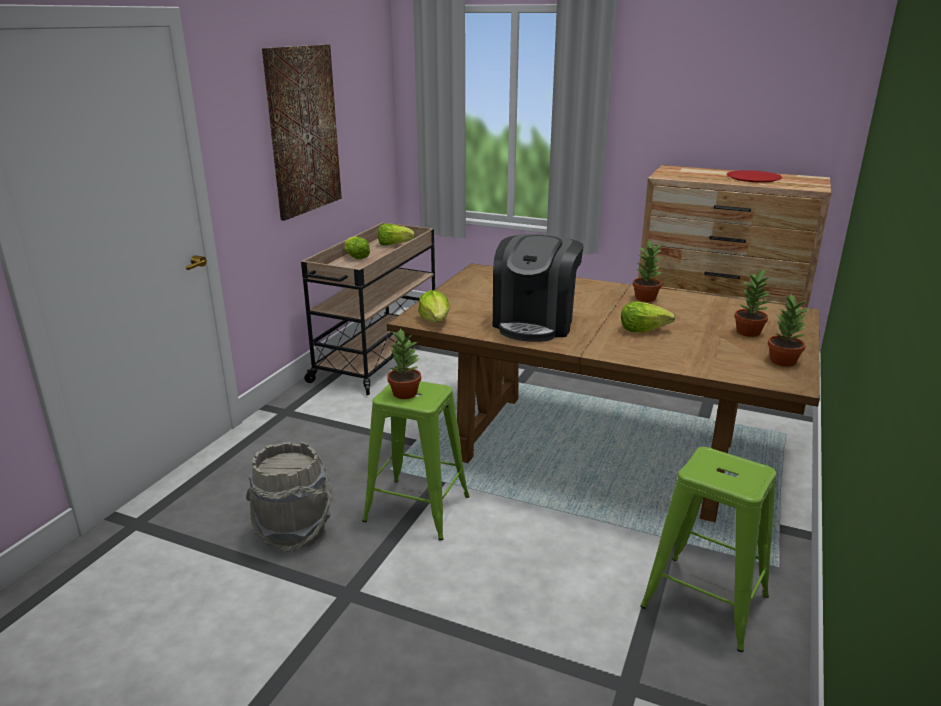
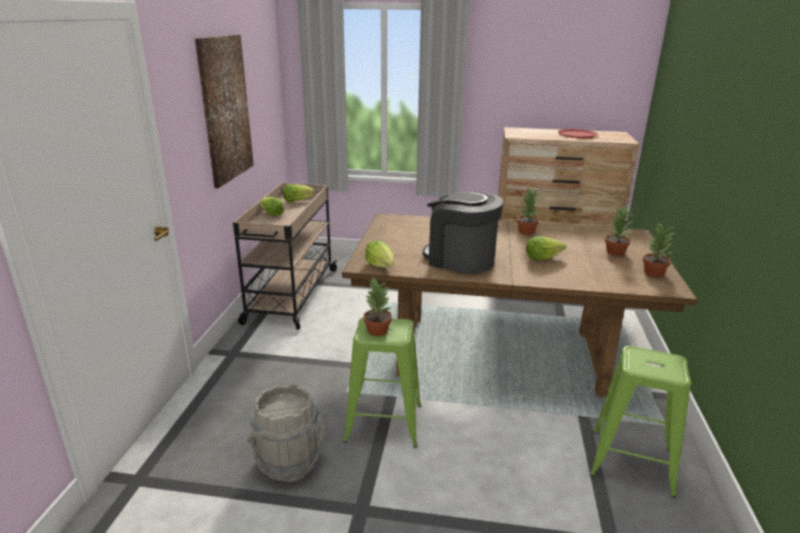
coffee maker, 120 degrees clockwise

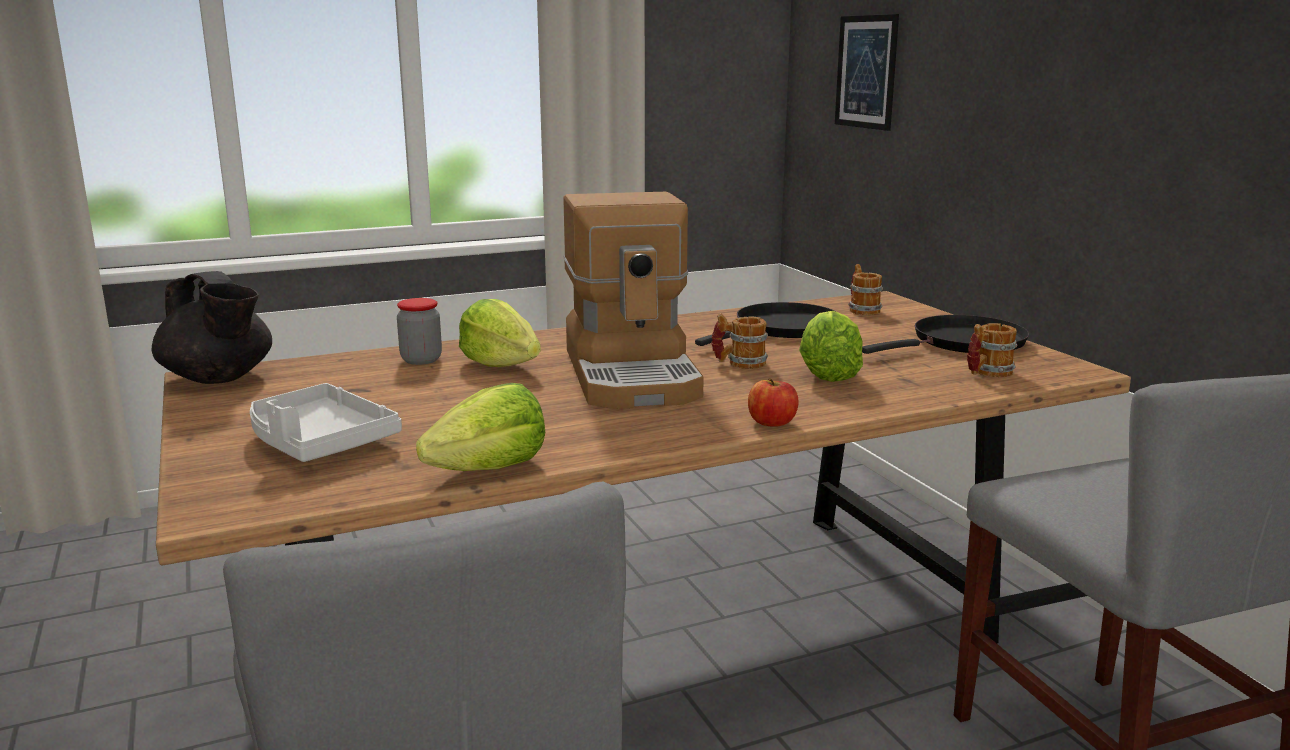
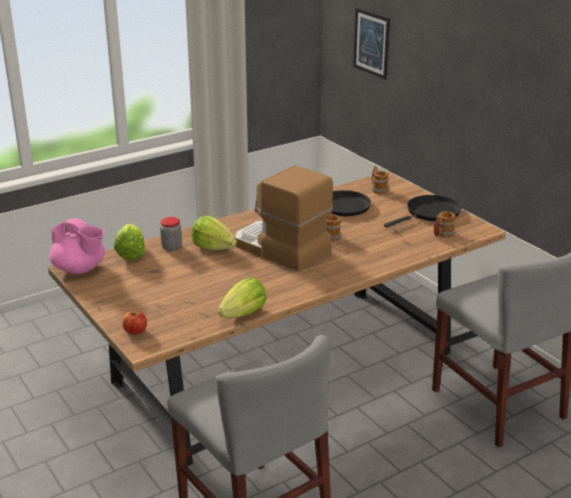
teapot (black) => teapot (pinkish)
lettuce (no. 3 from left in the first image) => lettuce (no. 1 from left), relocated
apple, relocated
coffee maker, 150 degrees clockwise
carrying tray (gray) => nothing

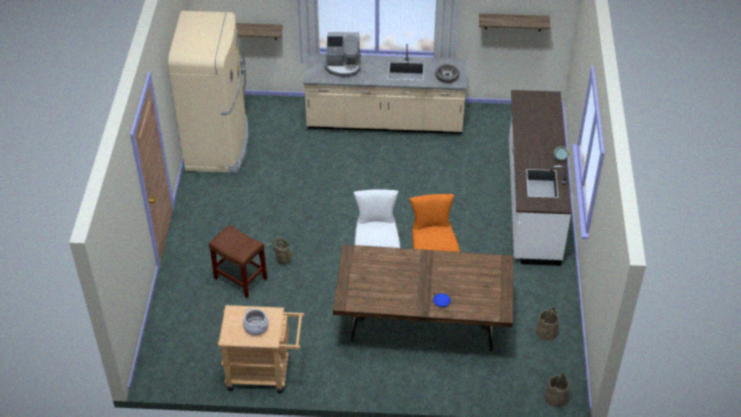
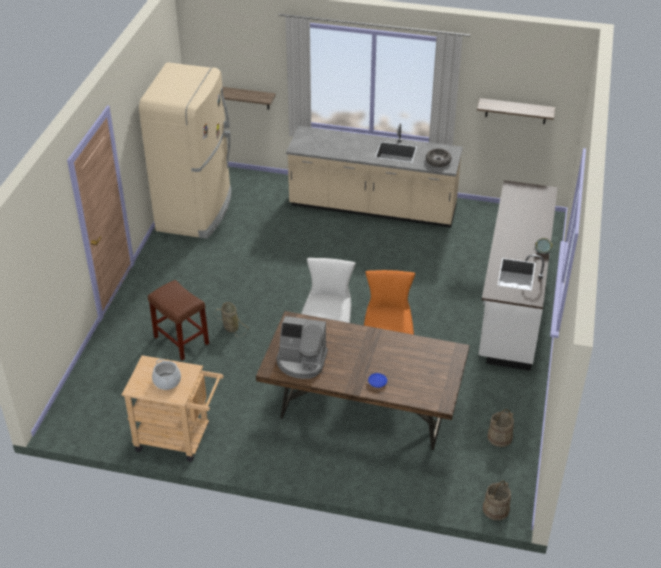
coffee maker, relocated

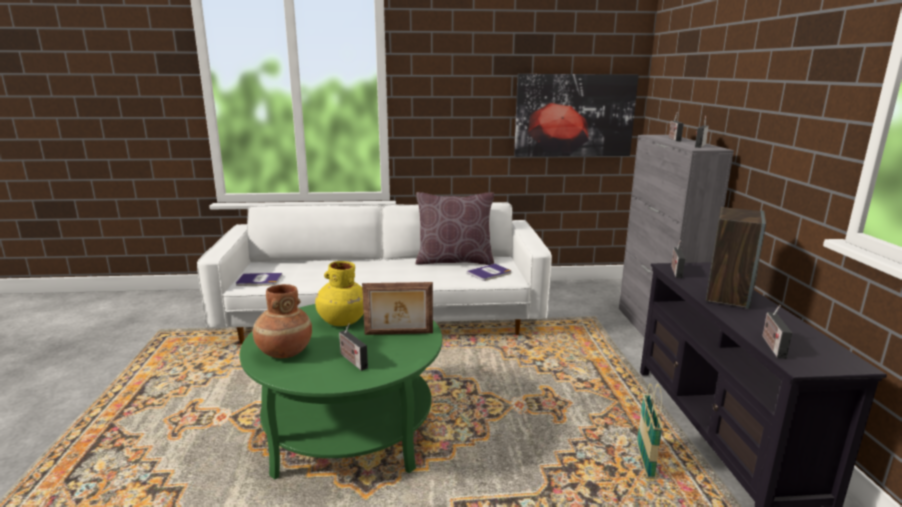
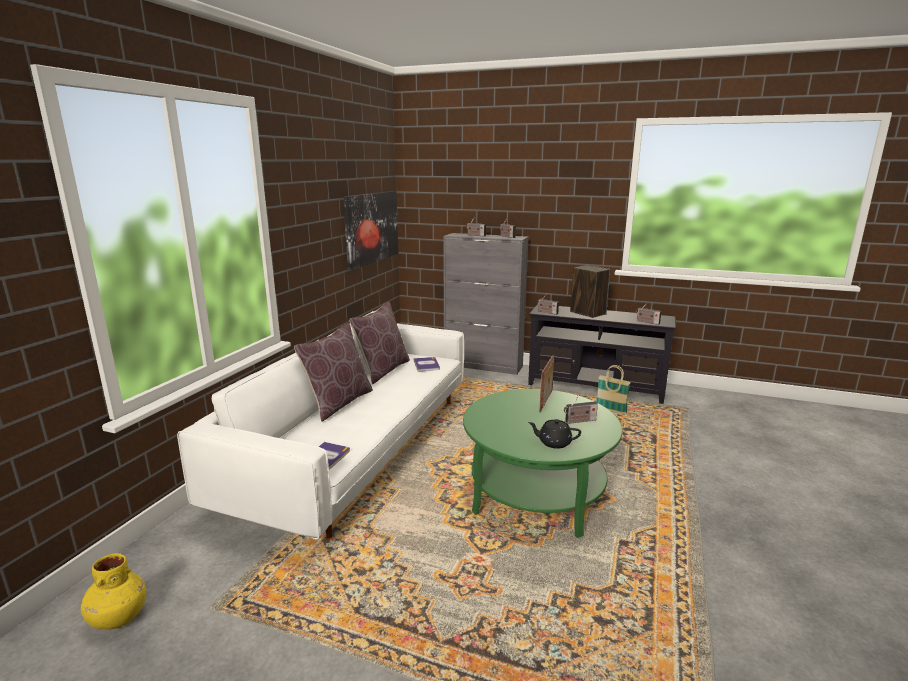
decorative vase (yellowish), relocated
nothing => throw pillow (brown-coloured) (no. 1 from left)
decorative vase (brown-coloured) => teapot (black)

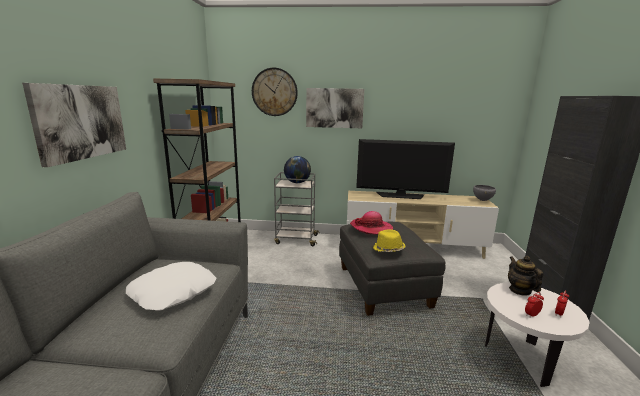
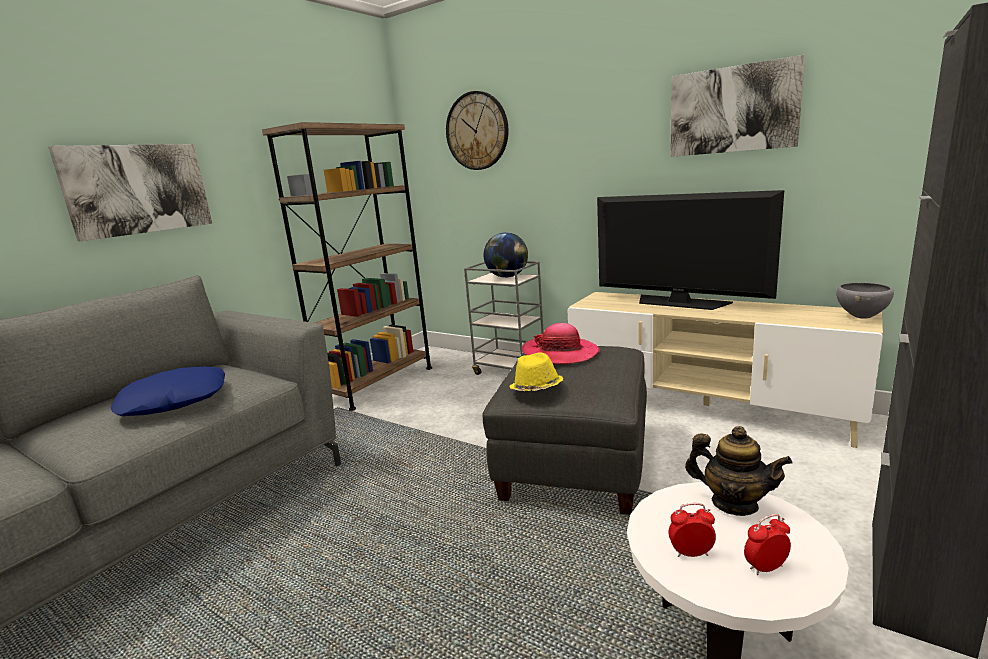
throw pillow (white) => throw pillow (blue)
wall art (no. 2 from left), relocated
teapot, 105 degrees clockwise

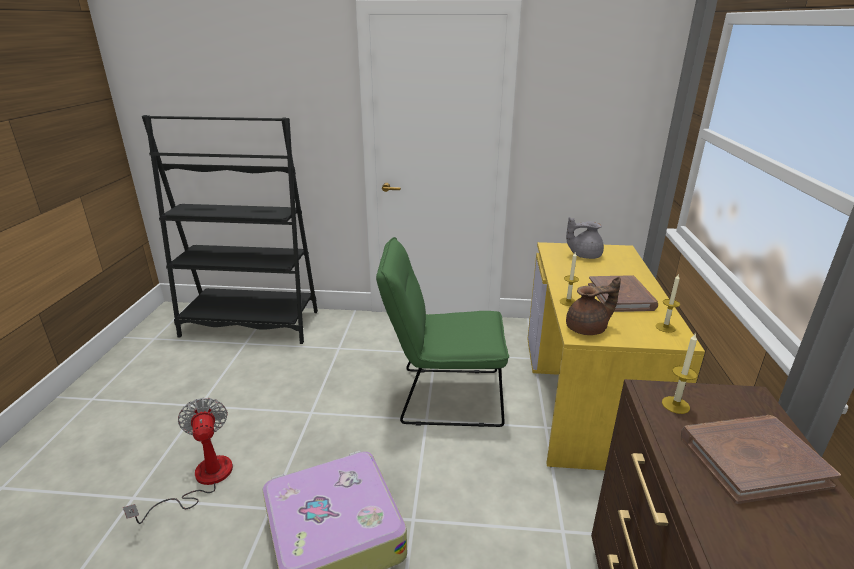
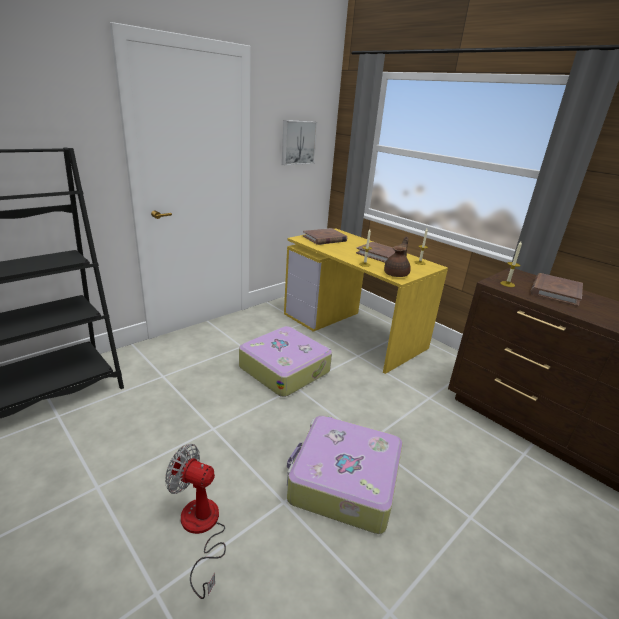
chair (greenish) => travel case (no. 1 from left)
nothing => wall art
teapot (gray) => bound book (brown-coloured) (no. 1 from left)

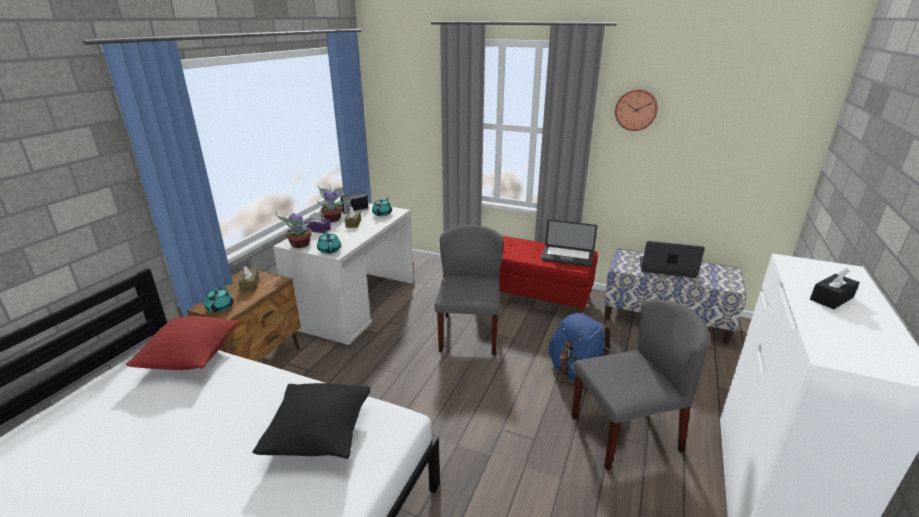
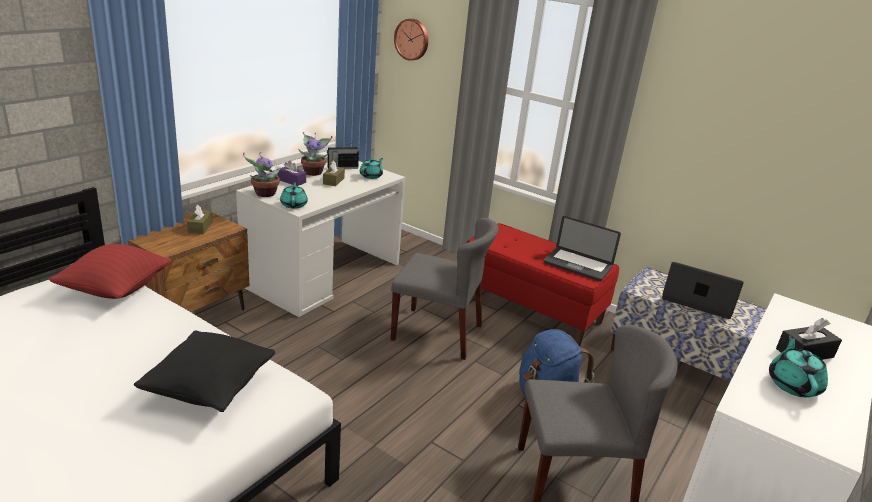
chair (gray) (no. 1 from left), 90 degrees clockwise
wall clock, relocated
teapot (blue-green) (no. 1 from left in the first image) => teapot (blue-green) (no. 3 from left), relocated

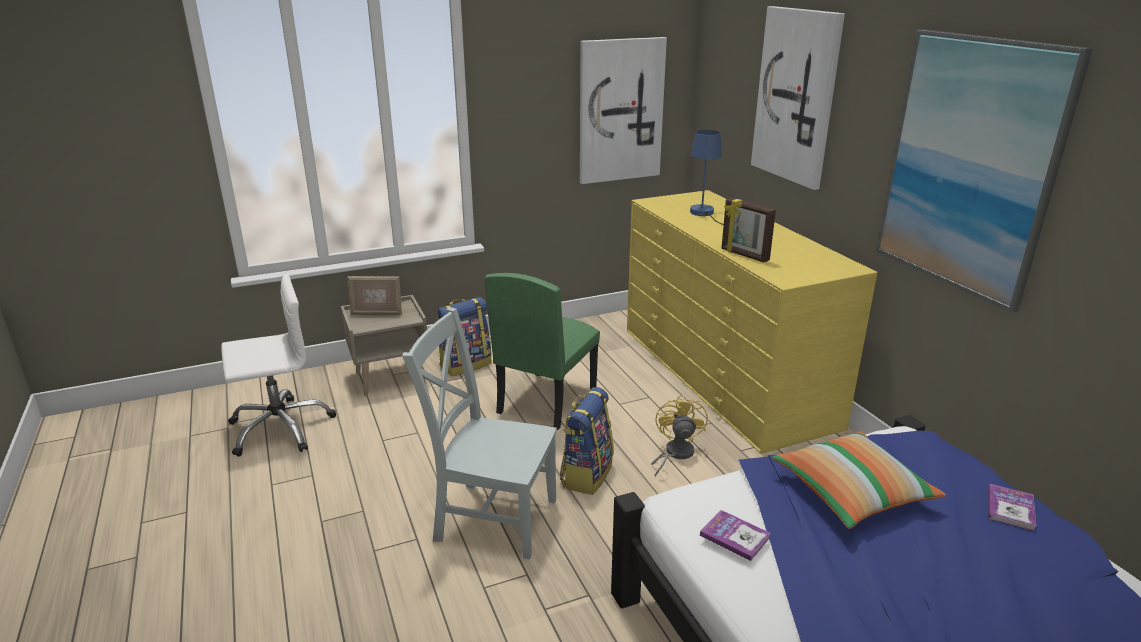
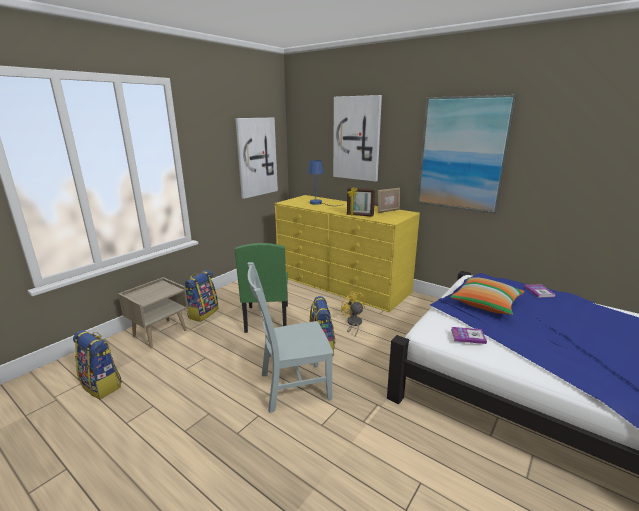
desk chair (white) => backpack (no. 1 from left)
photo frame (no. 1 from left in the first image) => photo frame (no. 2 from left), relocated

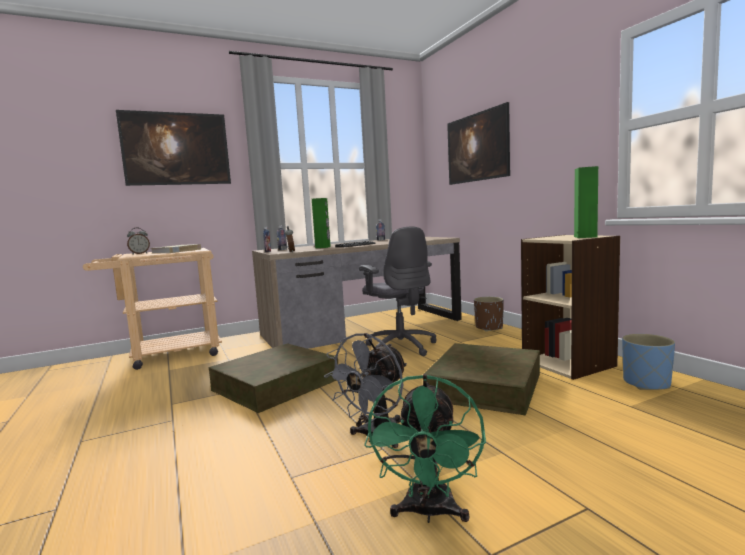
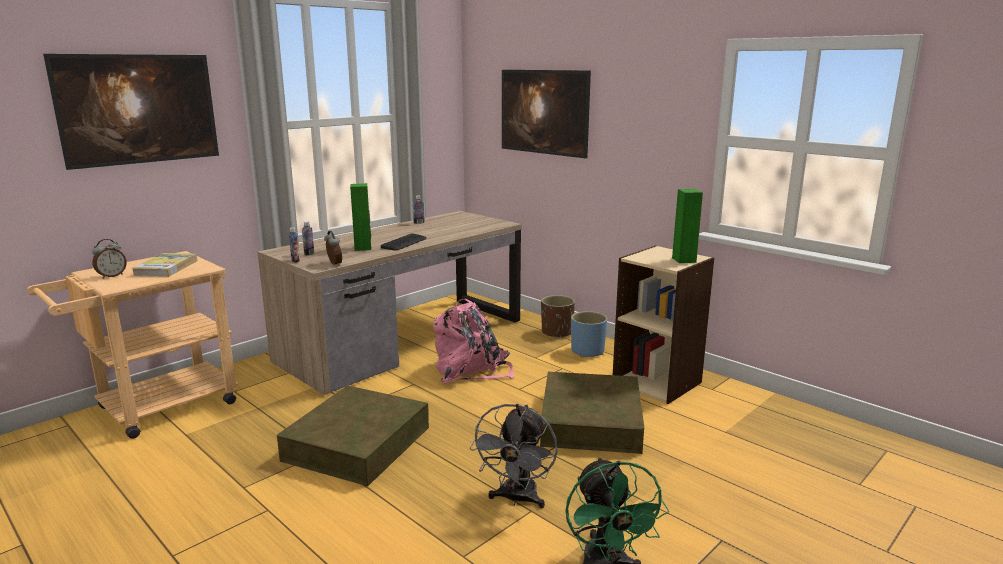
desk chair (gray) => backpack (pinkish)
planter (blue), relocated

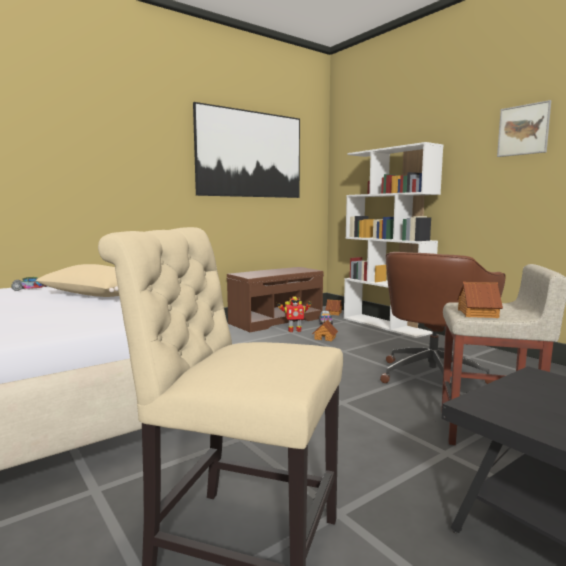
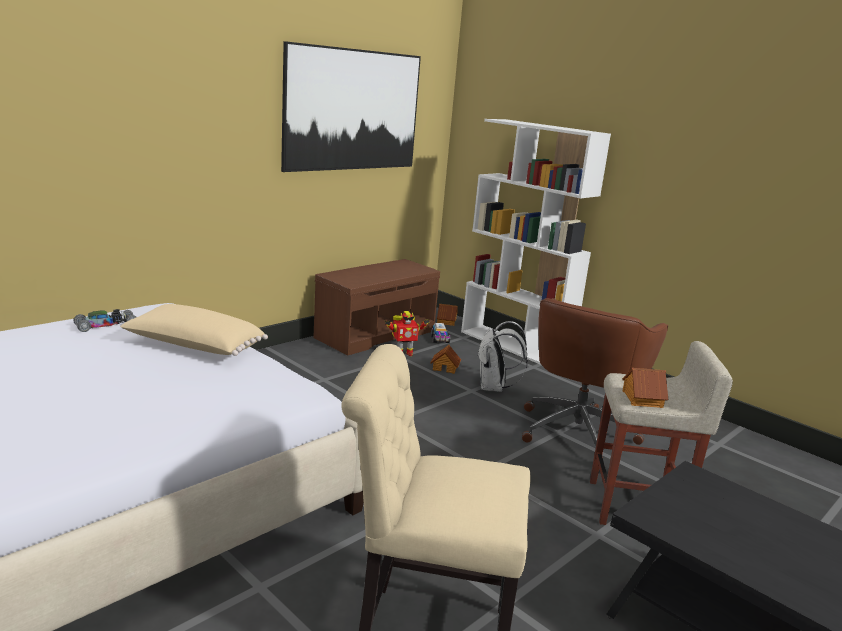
nothing => backpack (white)
wall art (no. 2 from left) => nothing

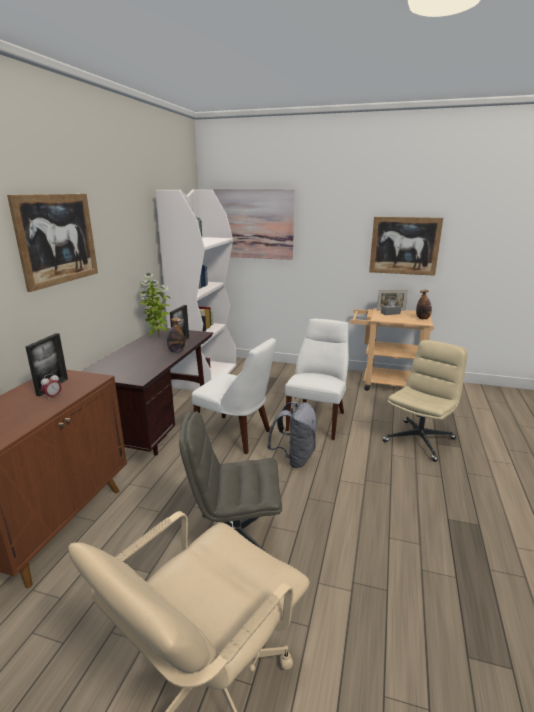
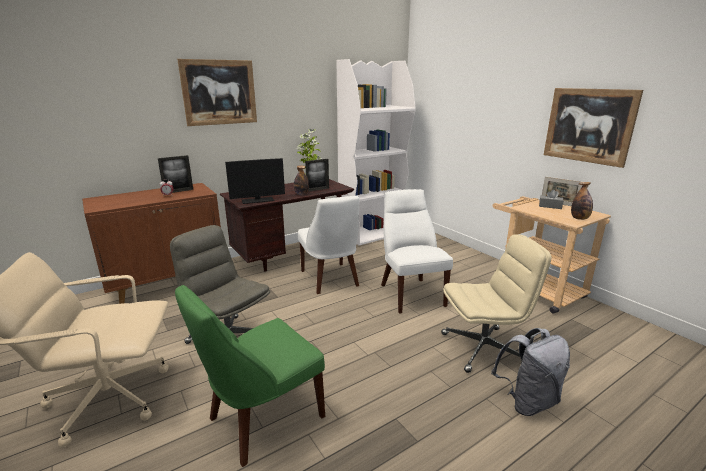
nothing => chair (greenish)
nothing => computer display
chair (white) (no. 2 from left), 75 degrees counterclockwise
backpack (gray), relocated
wall art (no. 2 from left) => nothing

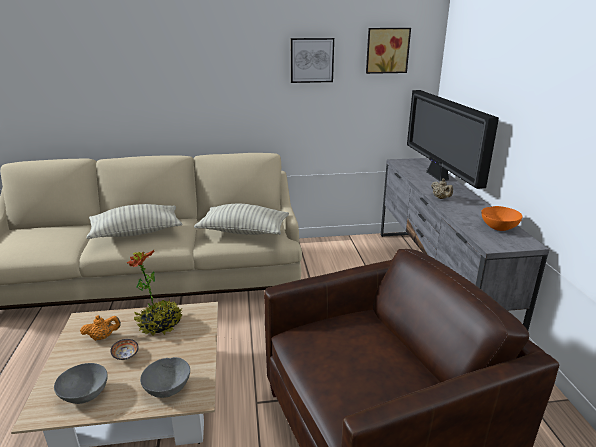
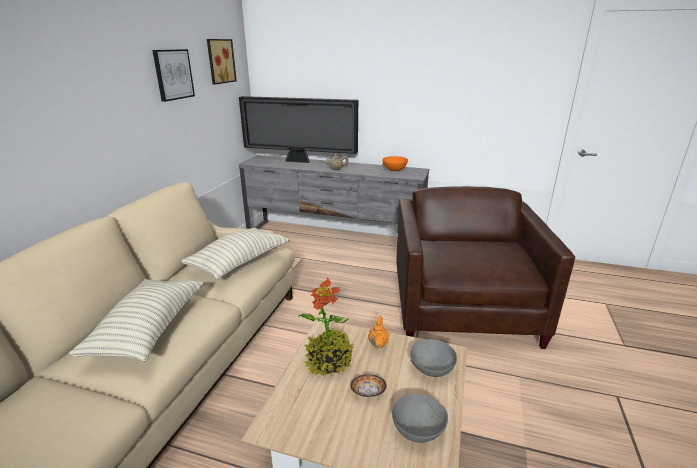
teapot (orangey), relocated

